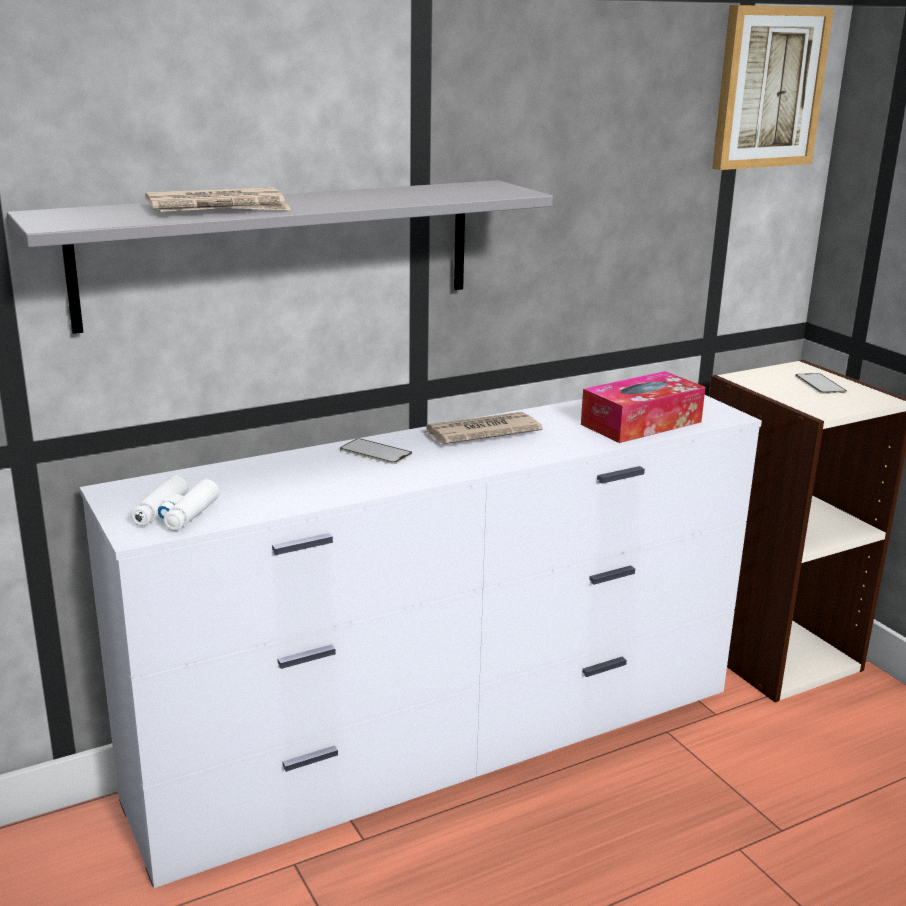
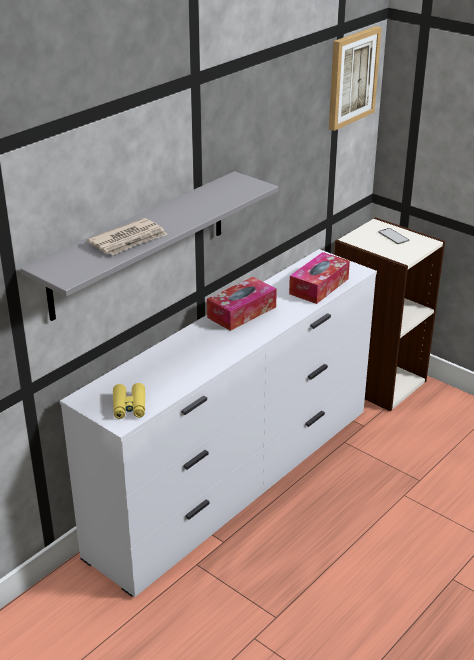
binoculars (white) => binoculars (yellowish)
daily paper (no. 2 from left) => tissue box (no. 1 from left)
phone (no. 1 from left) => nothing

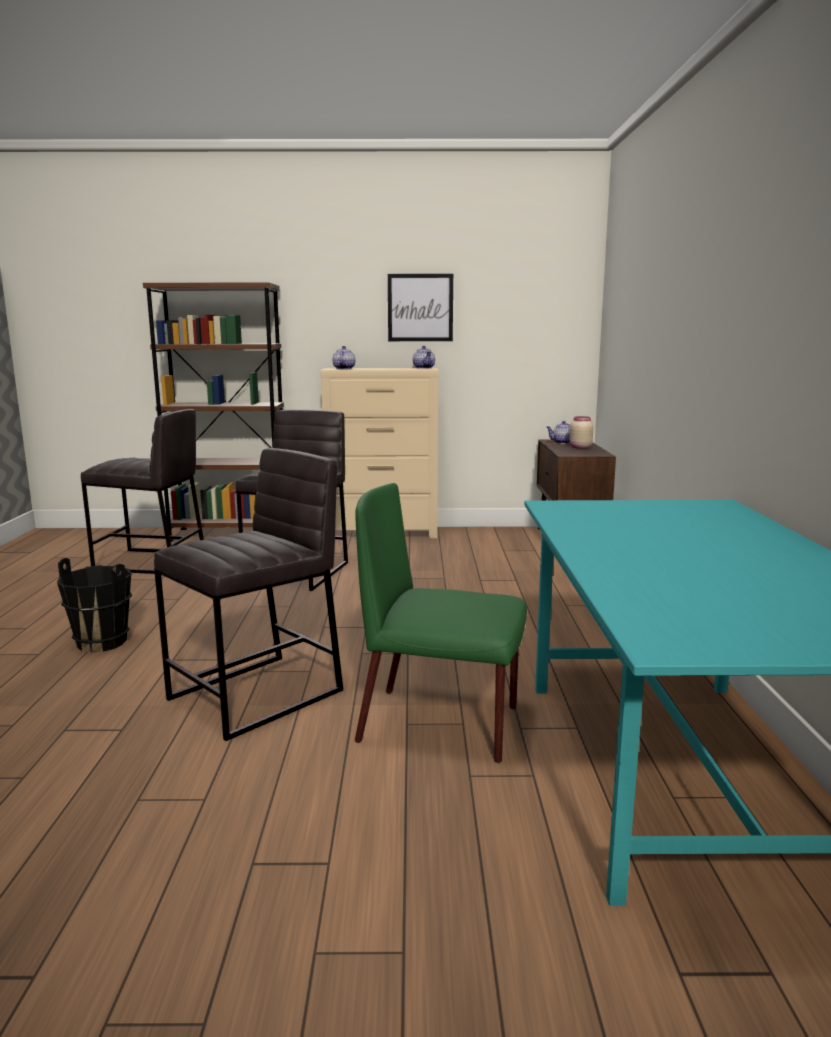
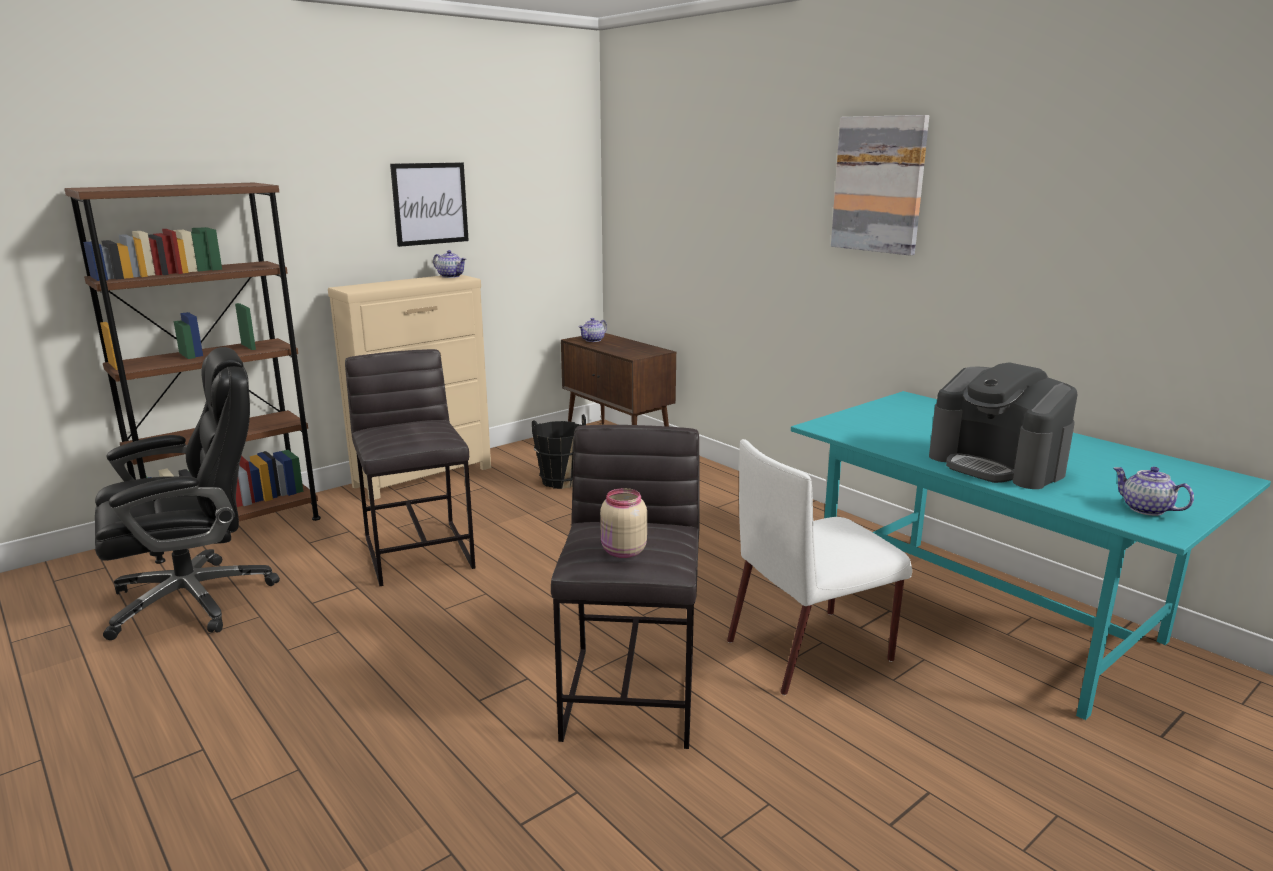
stool seat (gray) (no. 1 from left) => desk chair (black)
pail (black), relocated
jar (sand-coloured), relocated
chair (greenish) => chair (white)
nothing => wall art (no. 2 from left)
nothing => coffee maker
teapot (no. 1 from left in the first image) => teapot (no. 3 from left), relocated

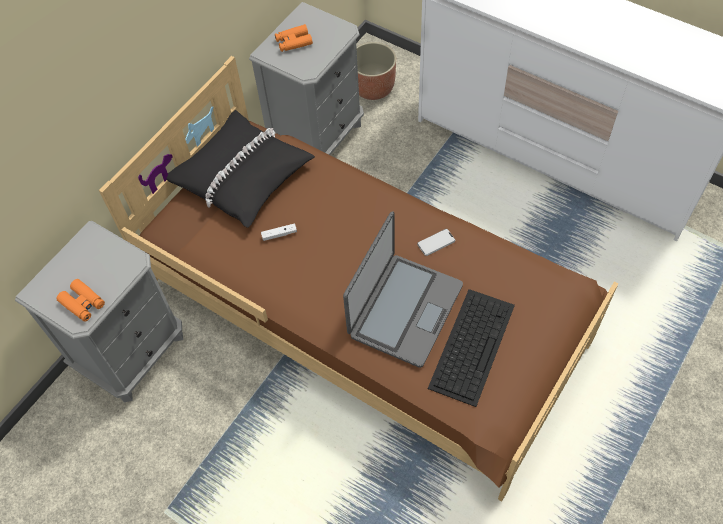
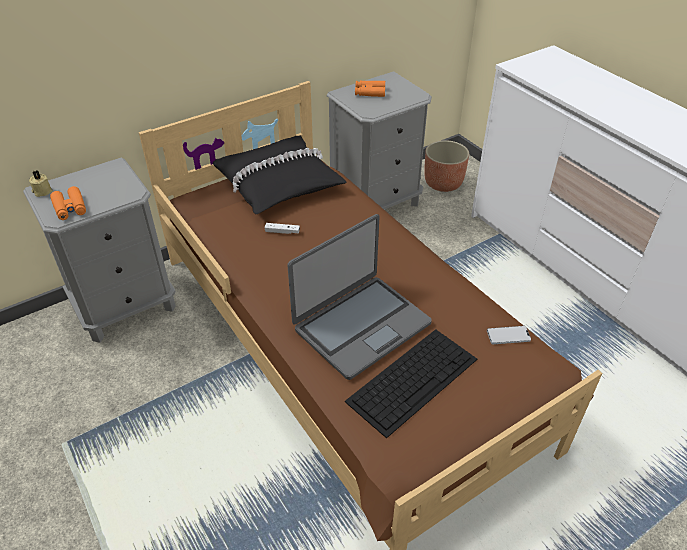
nothing => wax light (sand-coloured)
phone, relocated

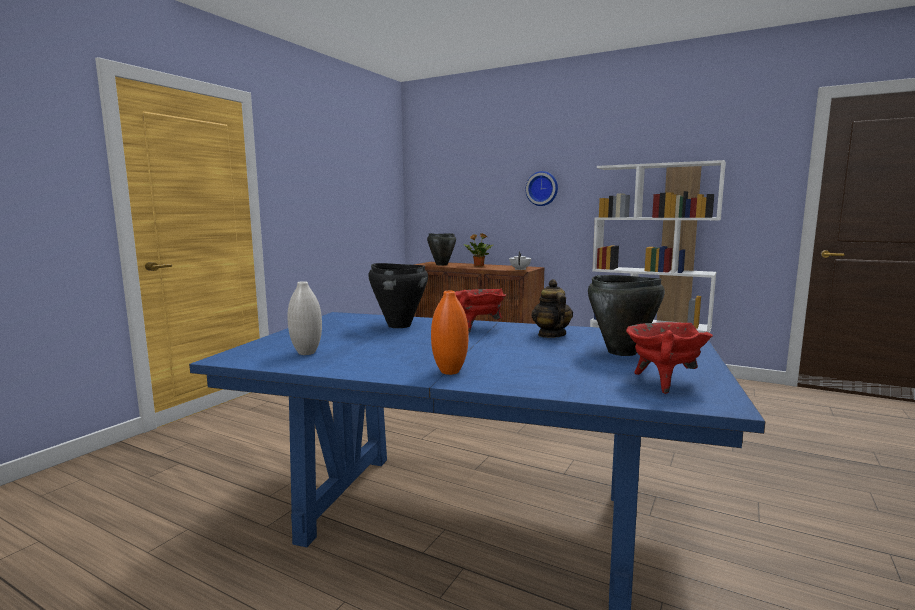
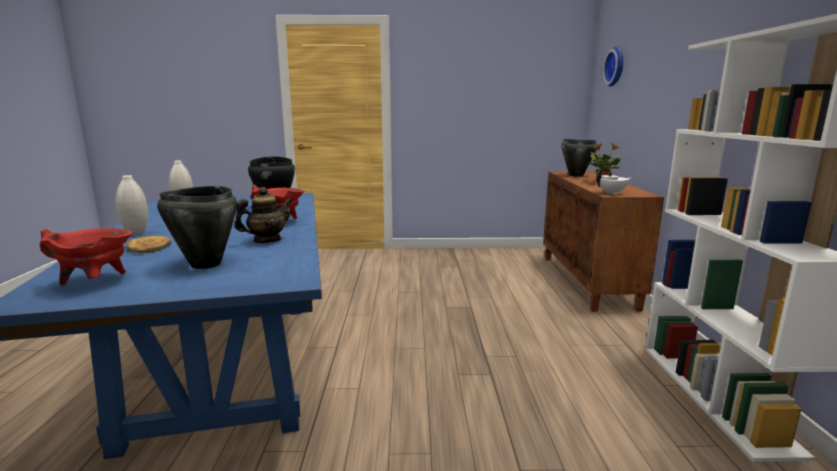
decorative vase (orangey) => decorative vase (white) (no. 1 from left)
nothing => bakery bread
wall clock, relocated

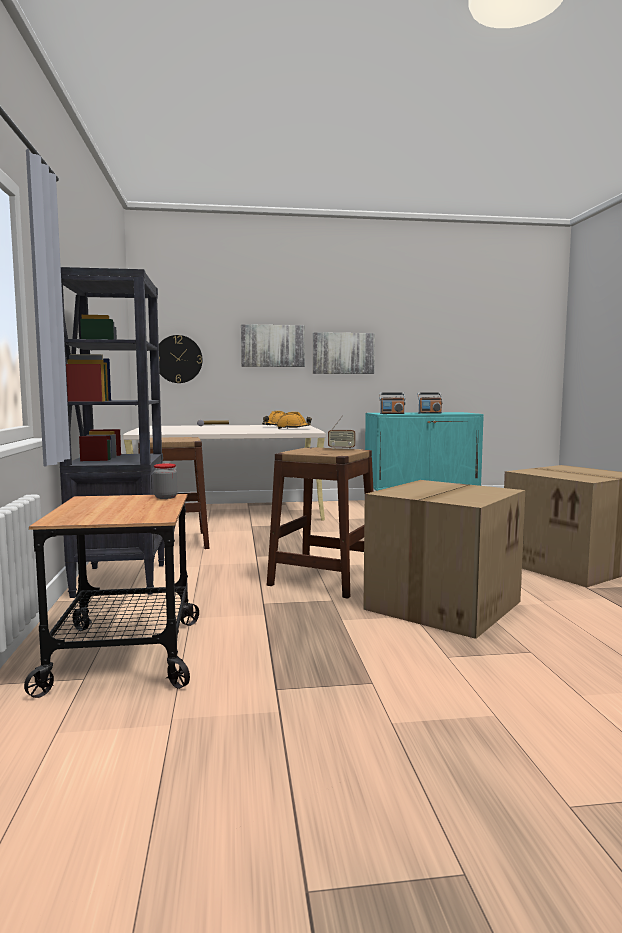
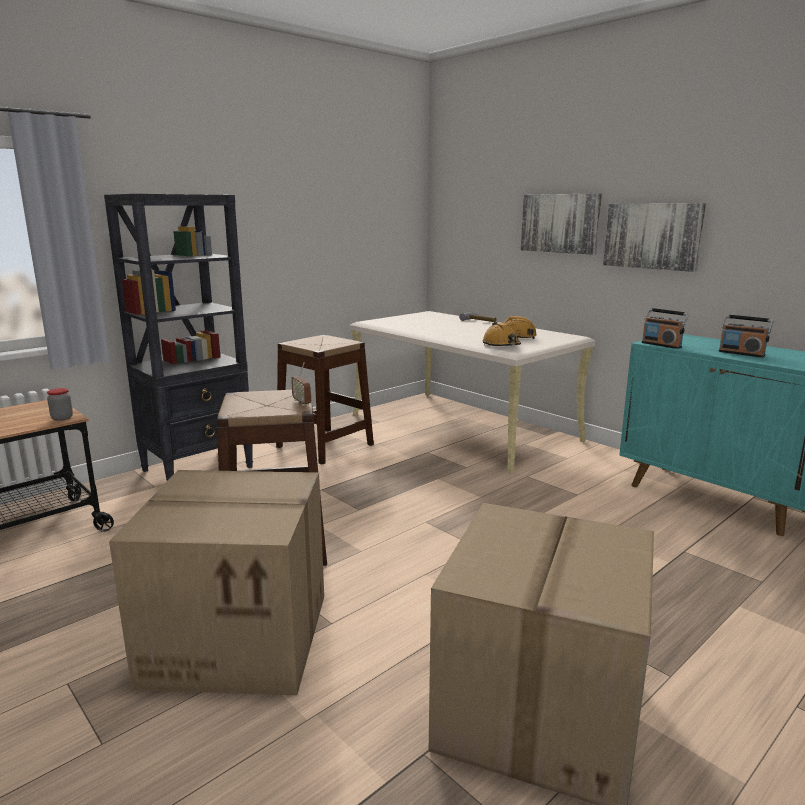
wall clock => nothing

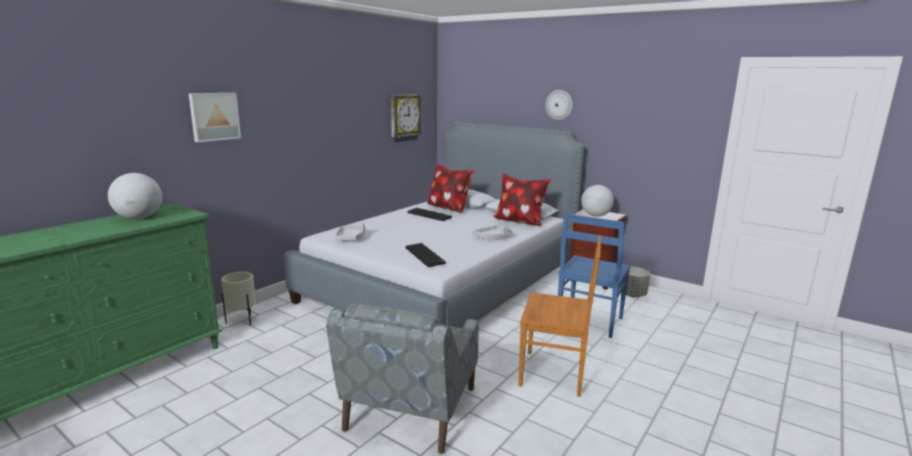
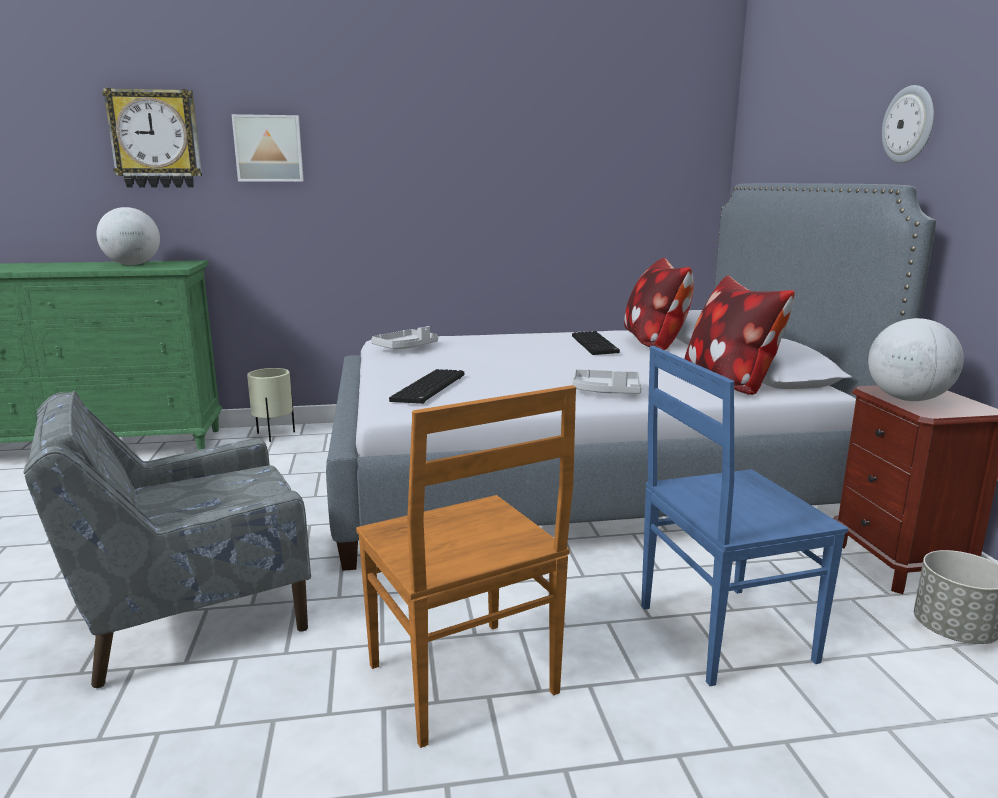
wall clock (no. 1 from left), relocated

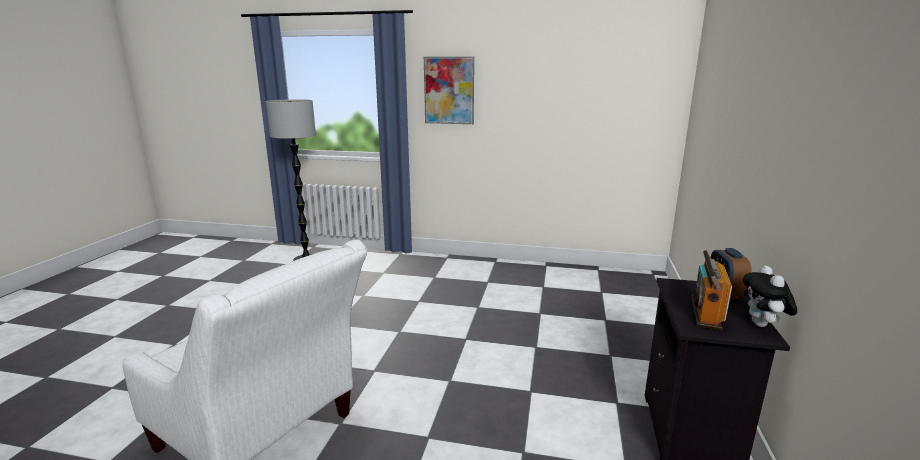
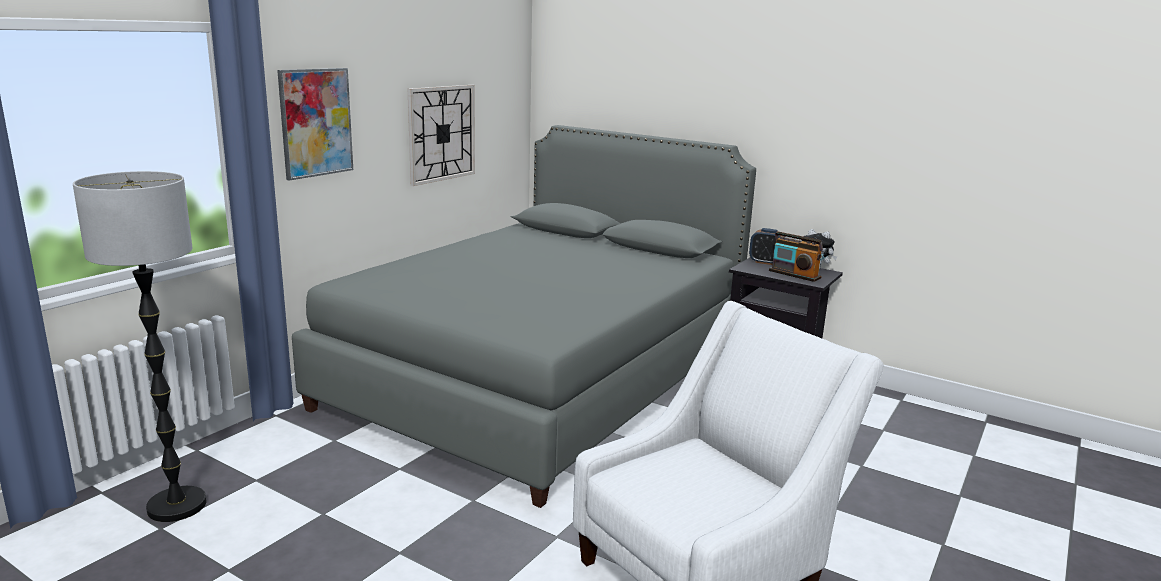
nothing => bedroom bed (gray)
nothing => wall clock

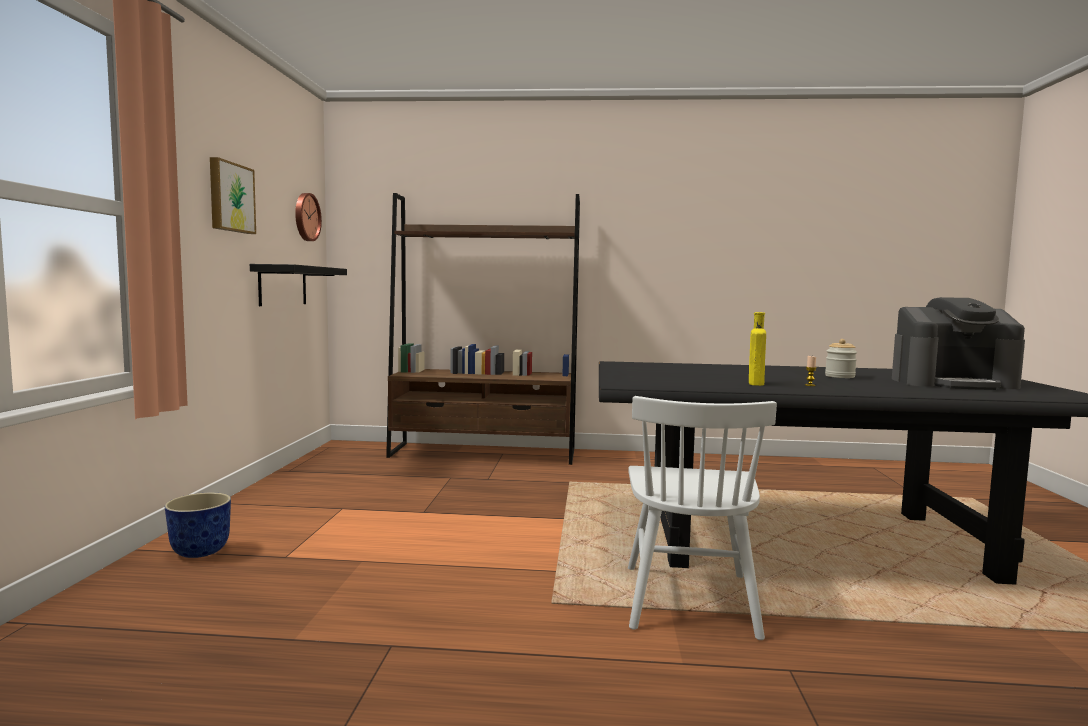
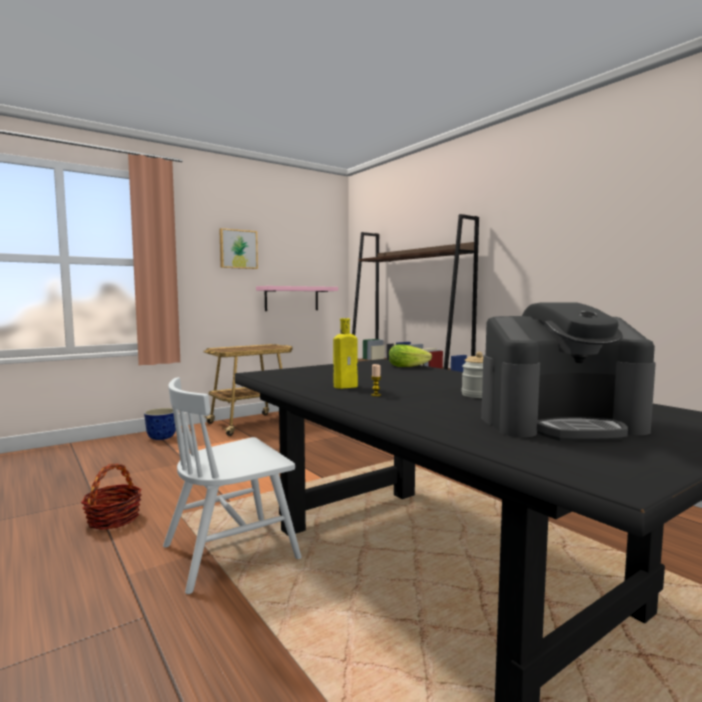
nothing => basket
nothing => cart
wall shelf (black) => wall shelf (pinkish)
nothing => lettuce
coffee maker, 60 degrees counterclockwise
wall clock => nothing

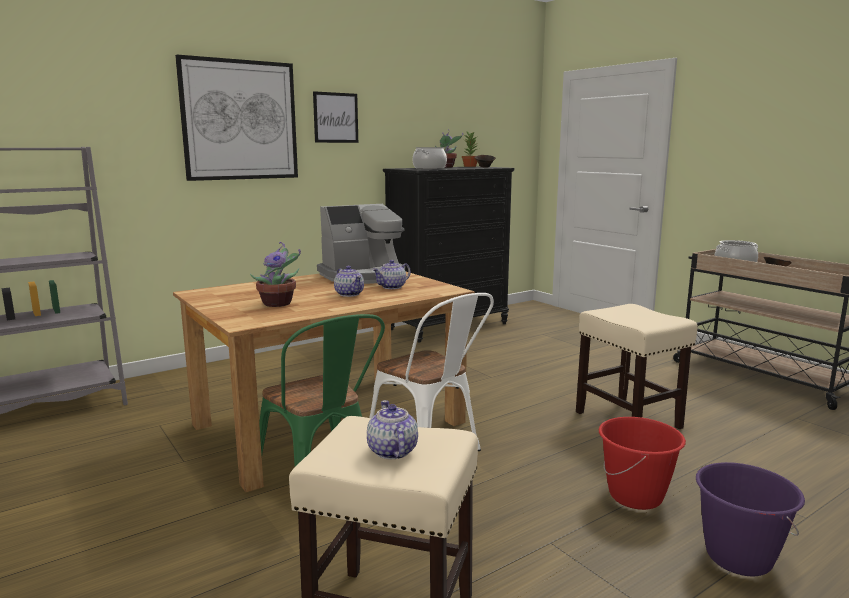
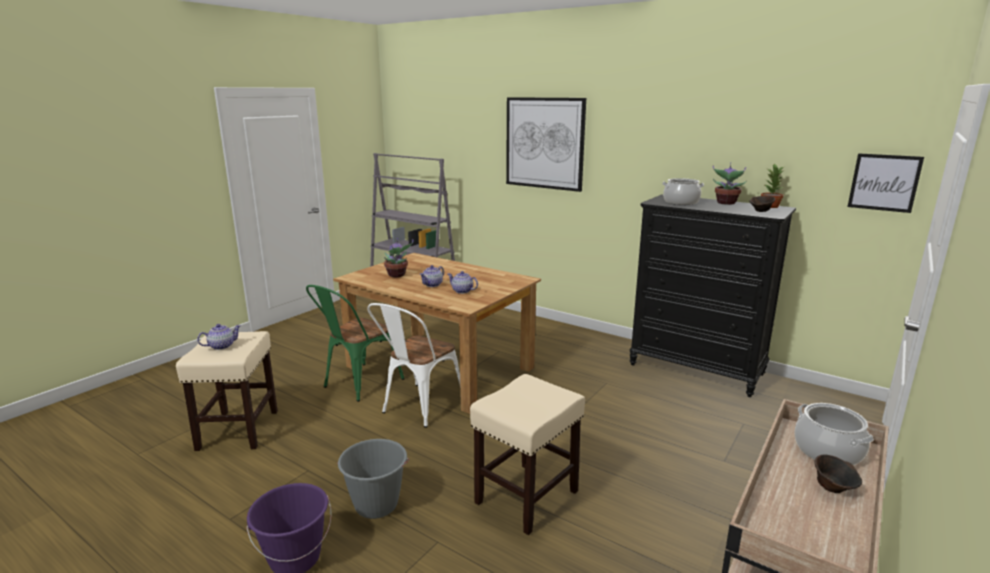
pail (red) => pail (gray)
wall art (no. 2 from left), relocated
coffee maker => nothing

